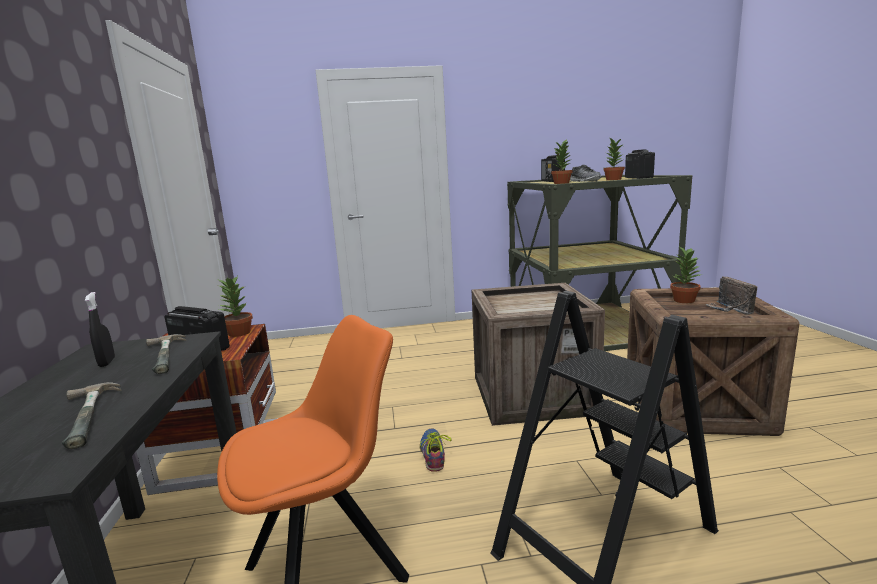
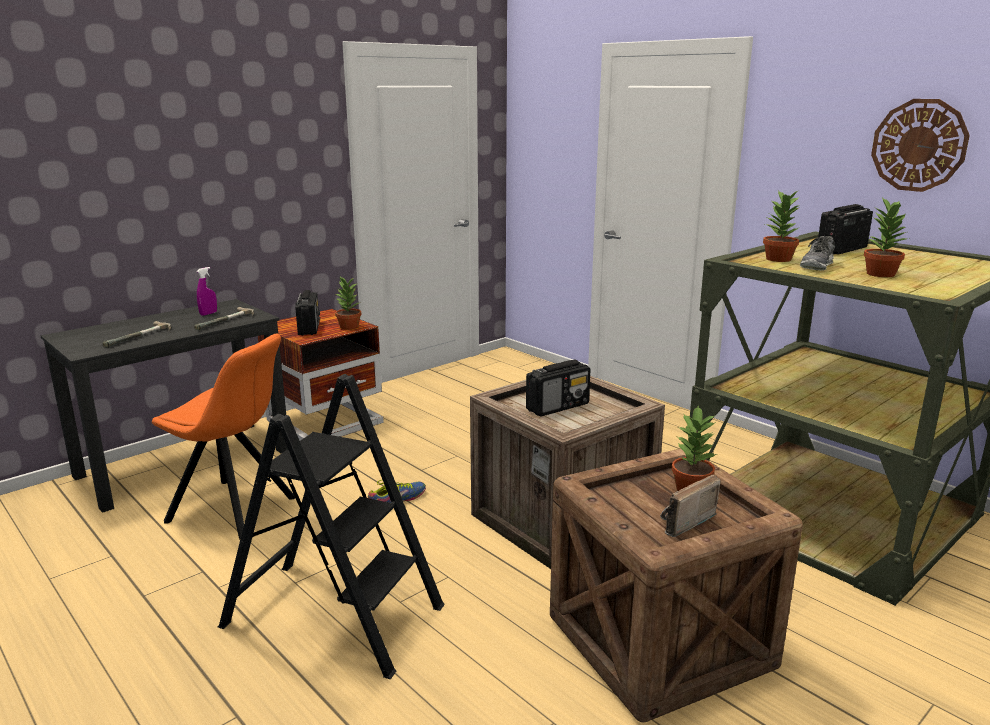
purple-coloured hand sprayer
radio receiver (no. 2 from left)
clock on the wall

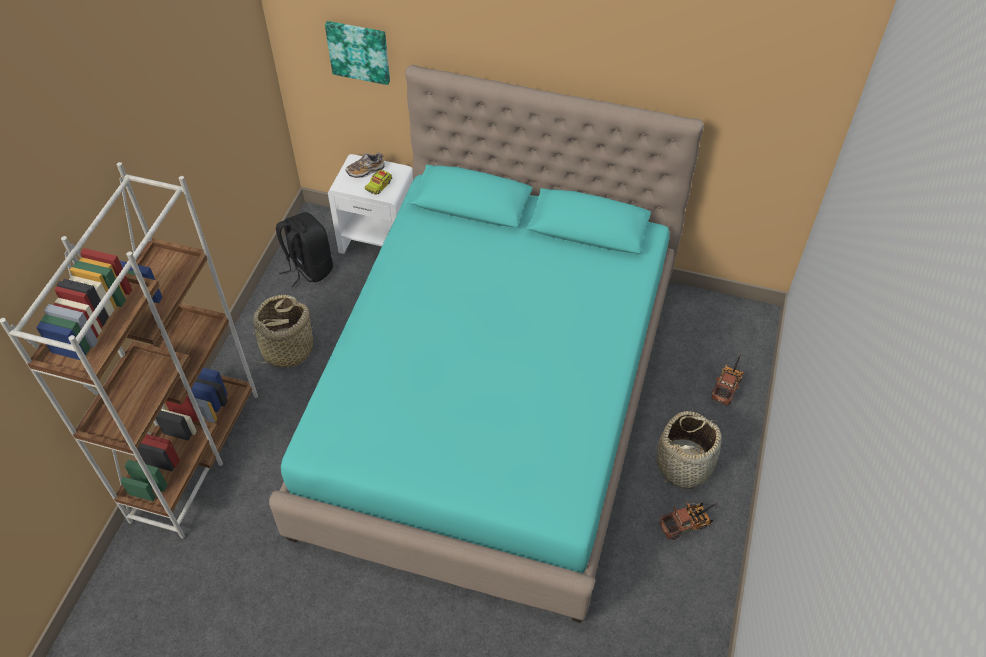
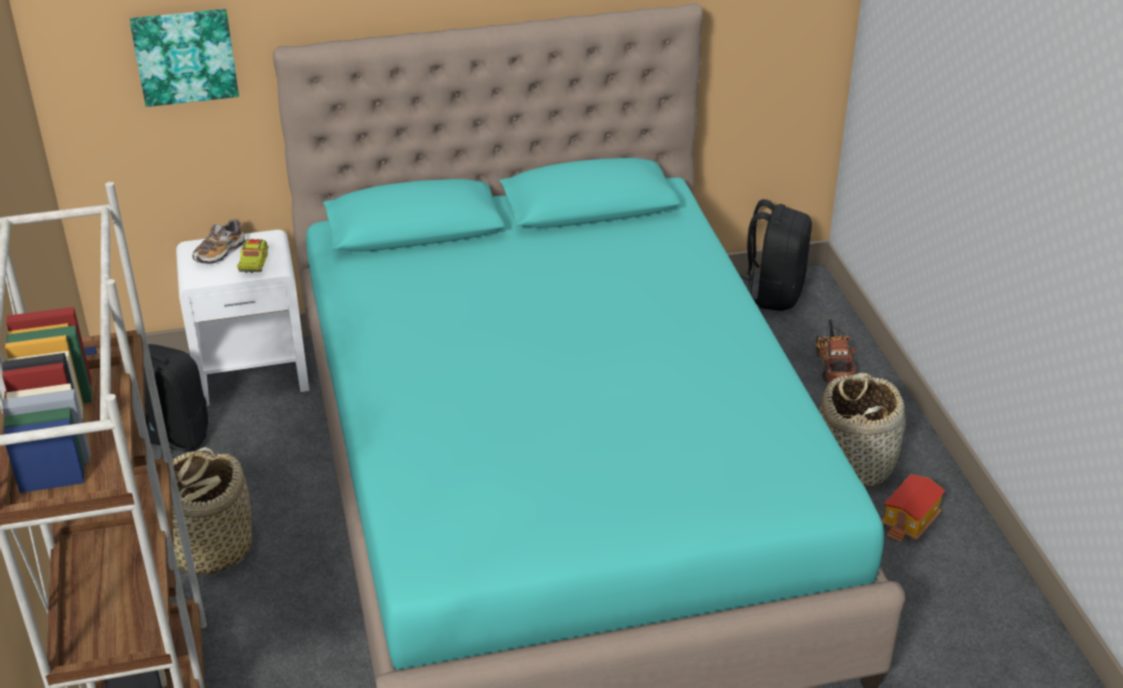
black-coloured knapsack (no. 2 from left)
model house

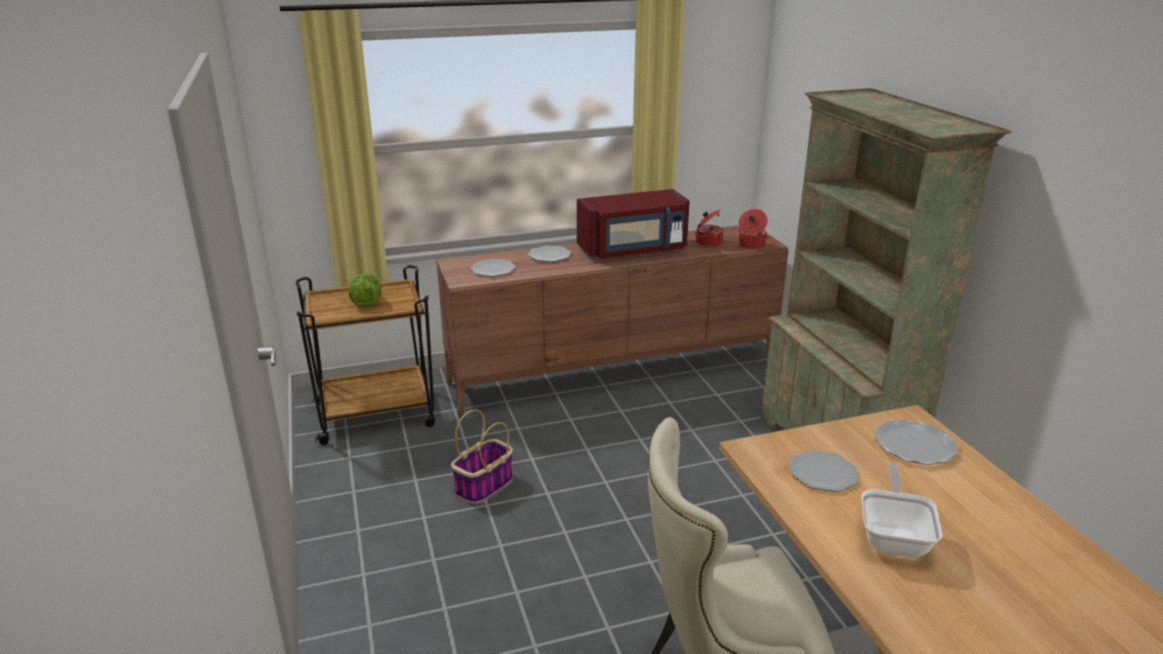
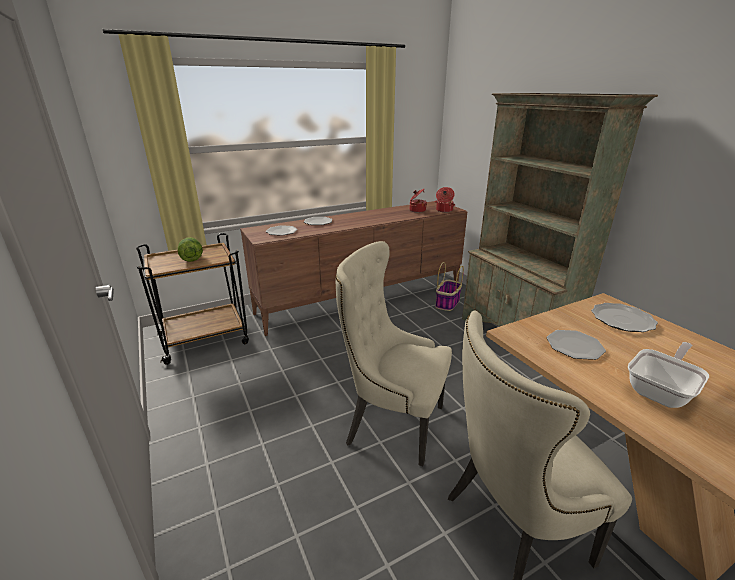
beige chair (no. 1 from left)
basket
frying pan
red-coloured microwave

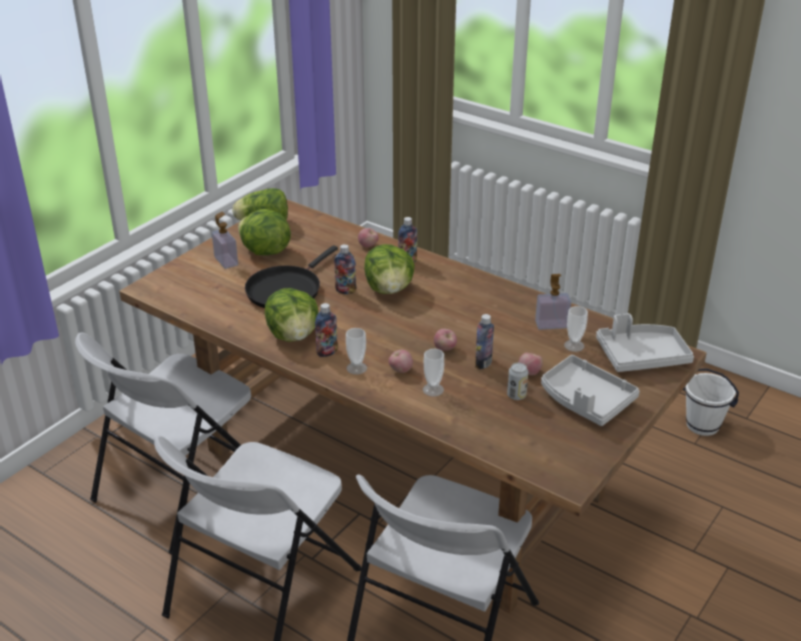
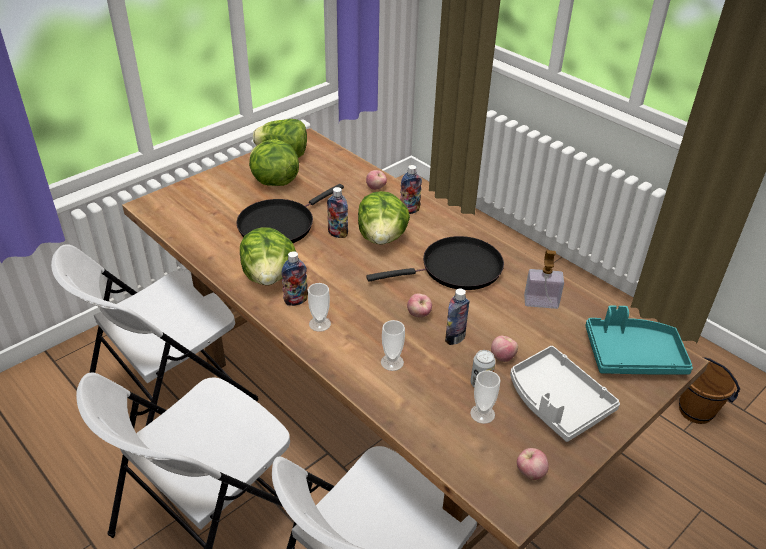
black-coloured frying pan (no. 2 from left)
small cup (no. 3 from left)
whole apple (no. 4 from left)
turquoise-coloured carrying tray
brown-coloured water bucket
soap dispenser (no. 1 from left in the first image)

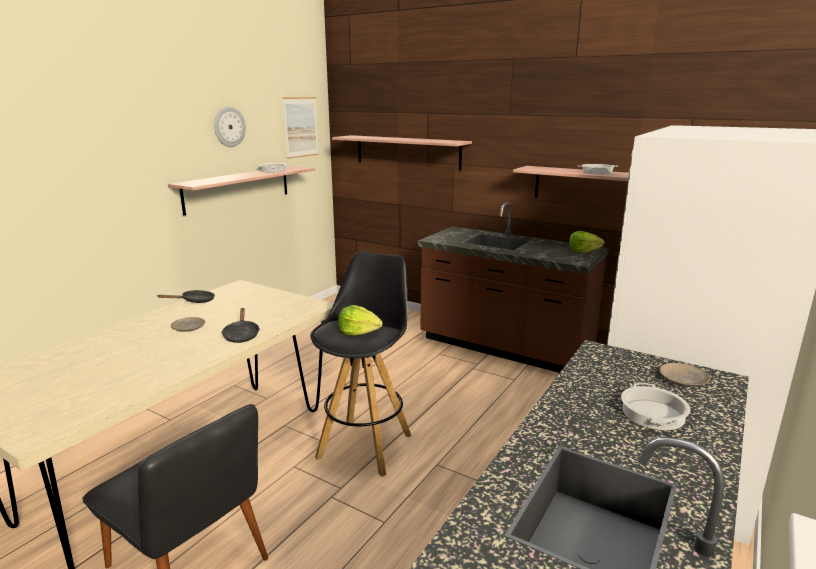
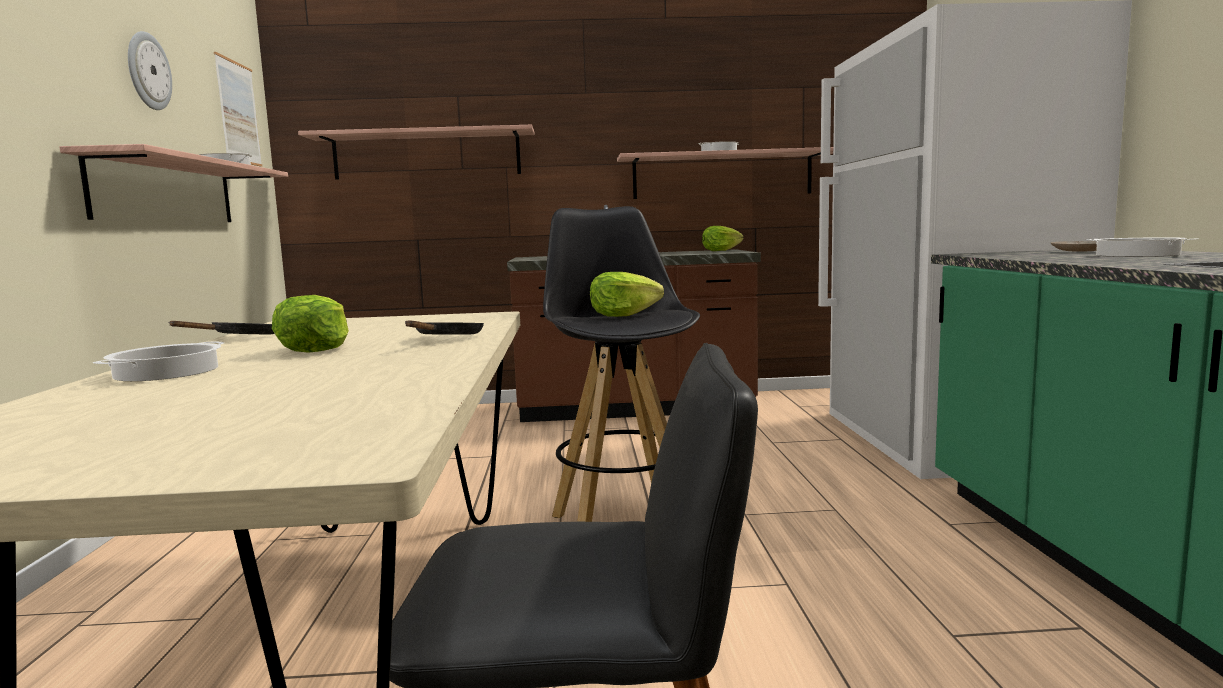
saucepot (no. 1 from left)
lettuce head (no. 1 from left)
black-coloured frying pan (no. 2 from left)

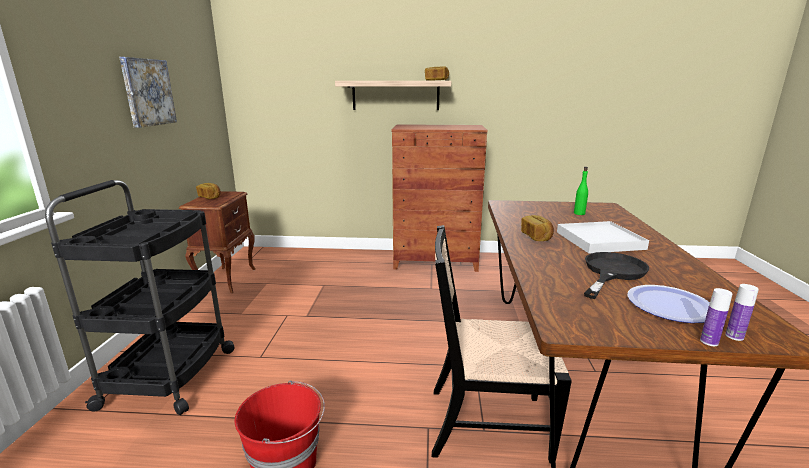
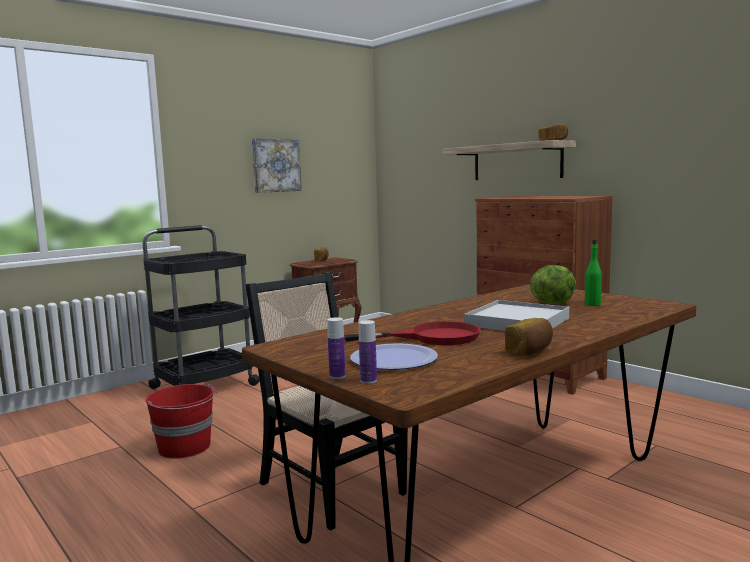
red-coloured frying pan
bread (no. 2 from left)
lettuce head

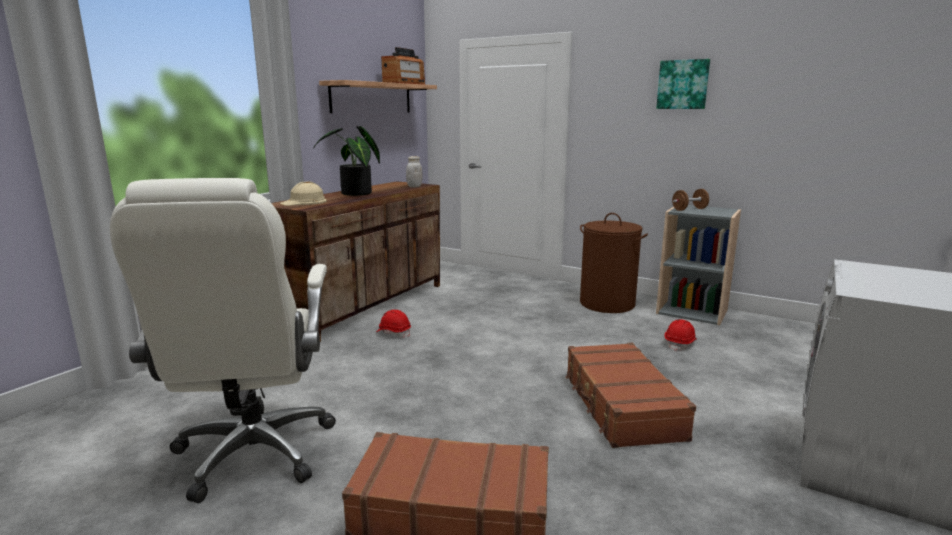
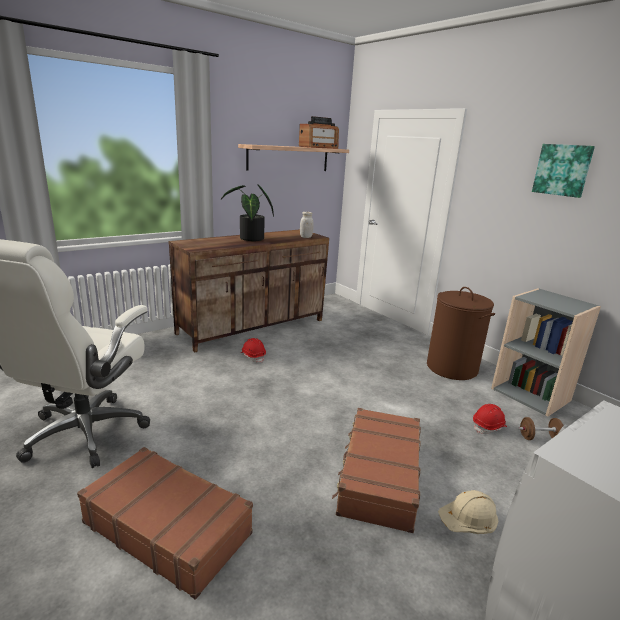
beige safety helmet
brown-coloured hand weight

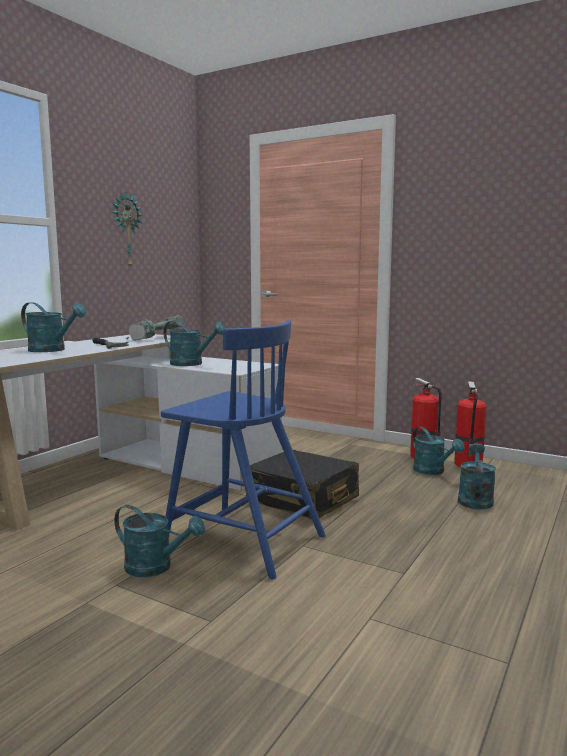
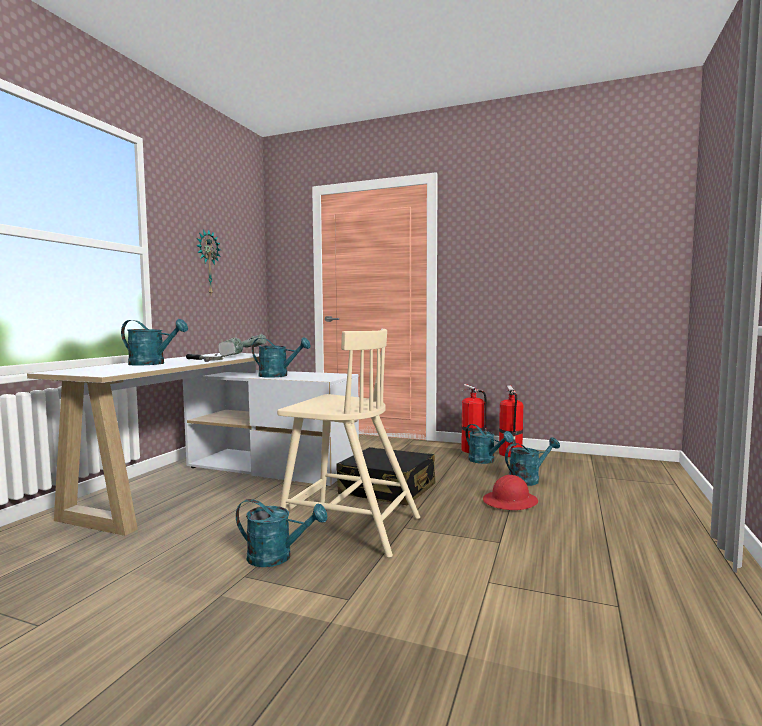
beige chair
red-coloured safety helmet
turquoise-coloured sprinkling can (no. 5 from left)

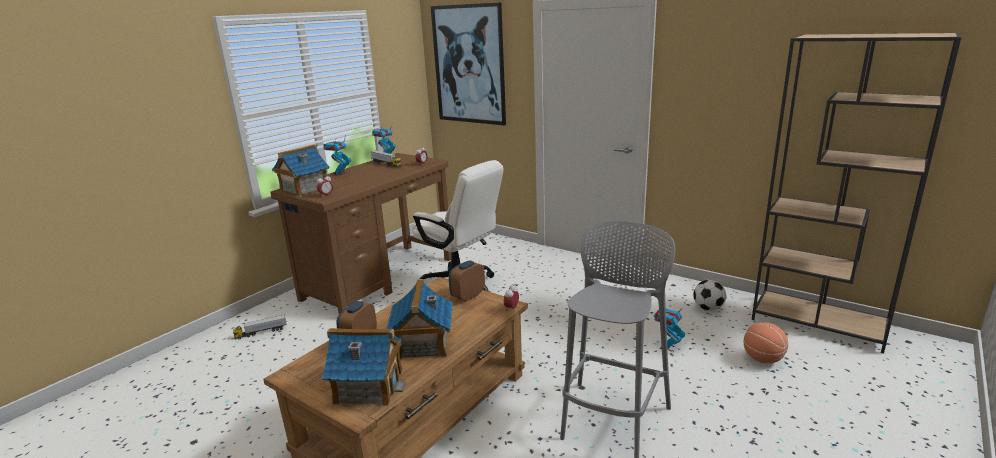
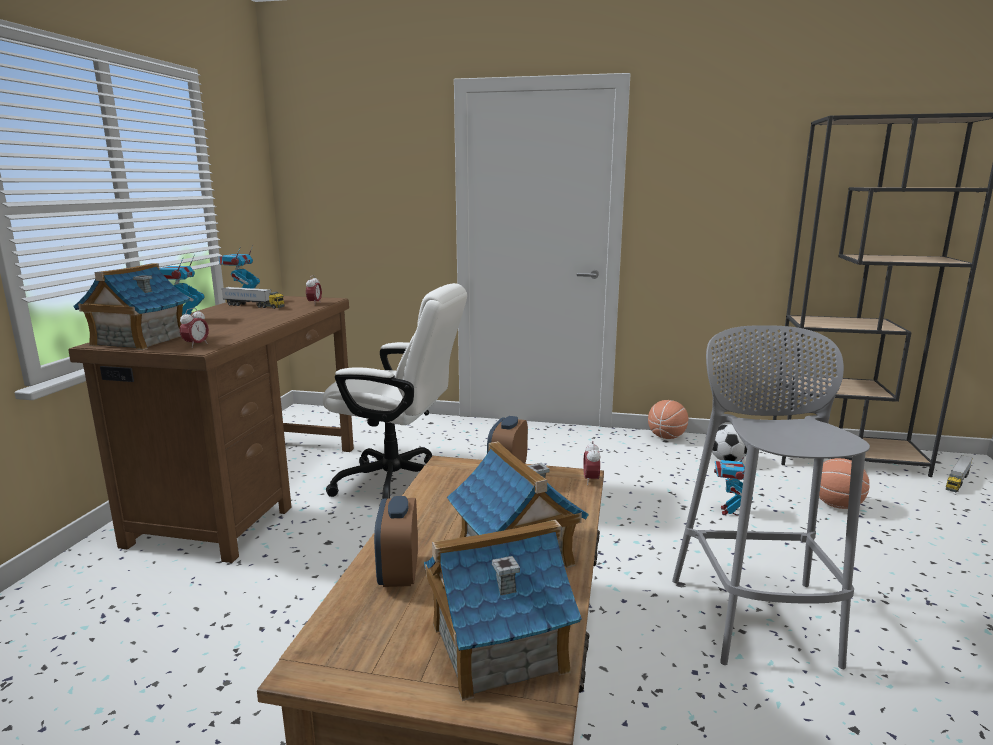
ball for basketball (no. 1 from left)
toy truck (no. 2 from left)
wall picture

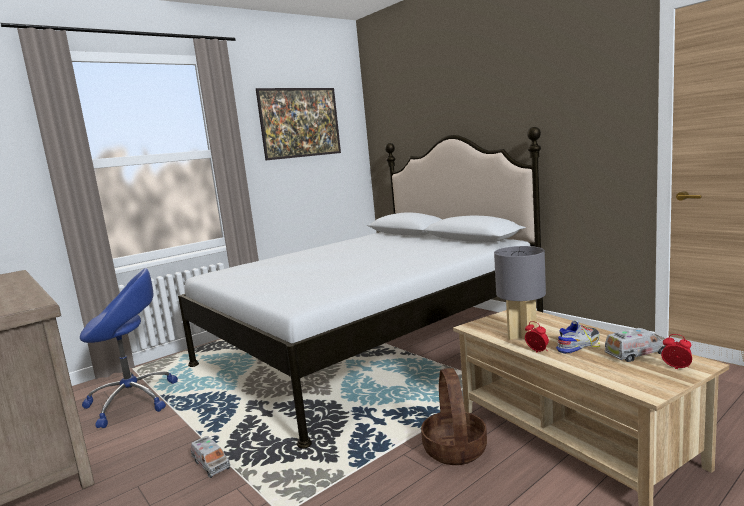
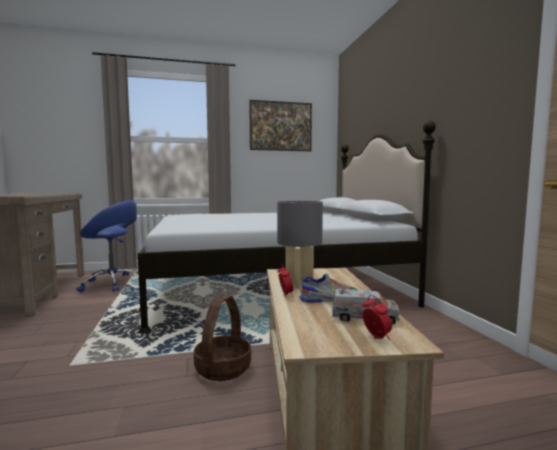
toy truck (no. 1 from left in the first image)

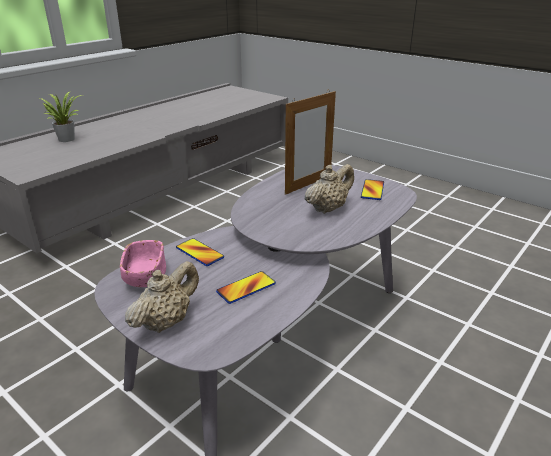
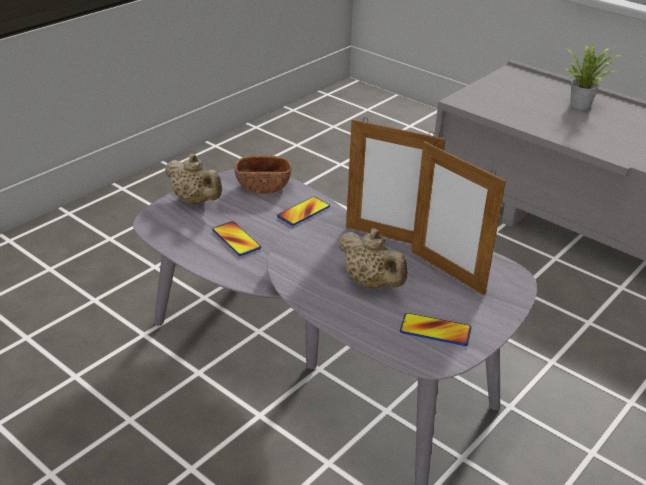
brown-coloured serving bowl
standing frame (no. 1 from left)

